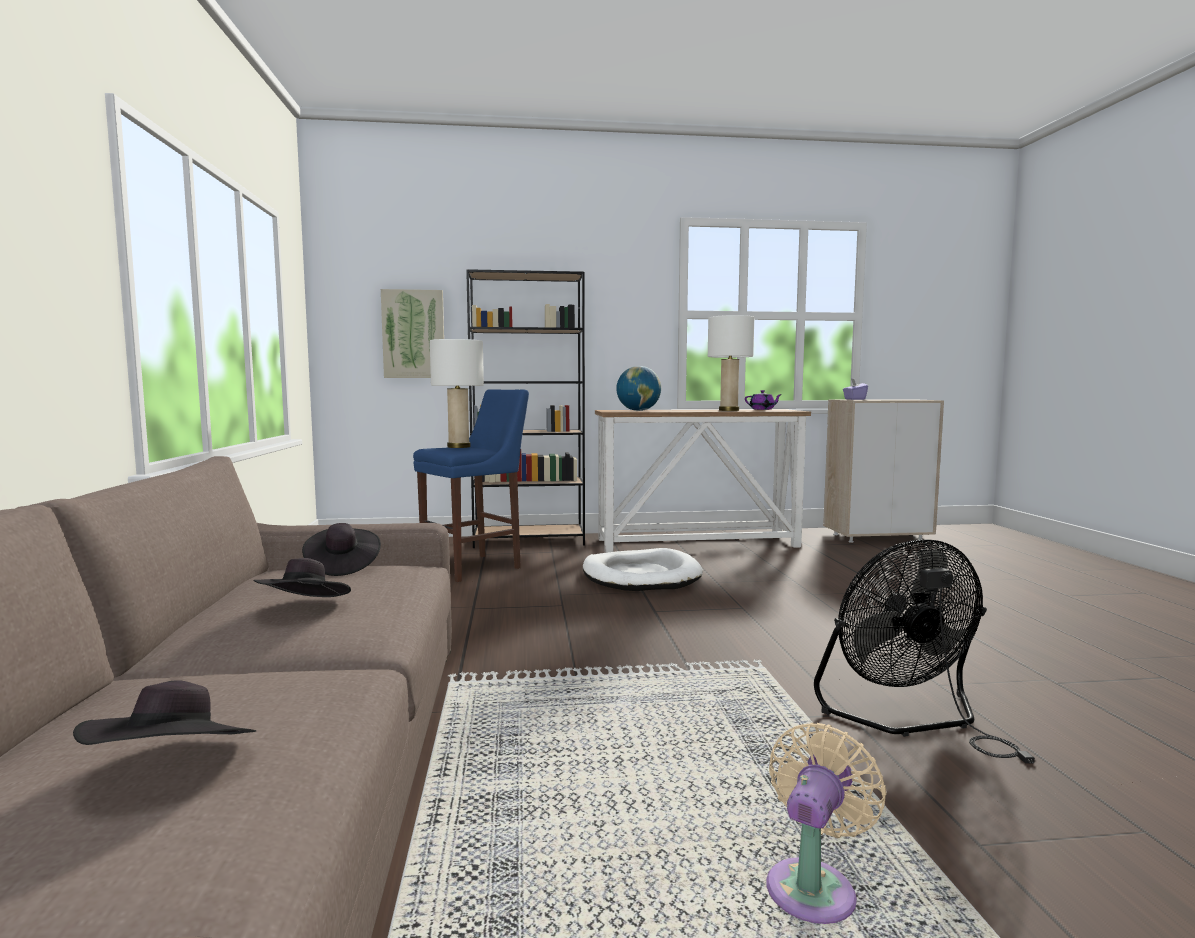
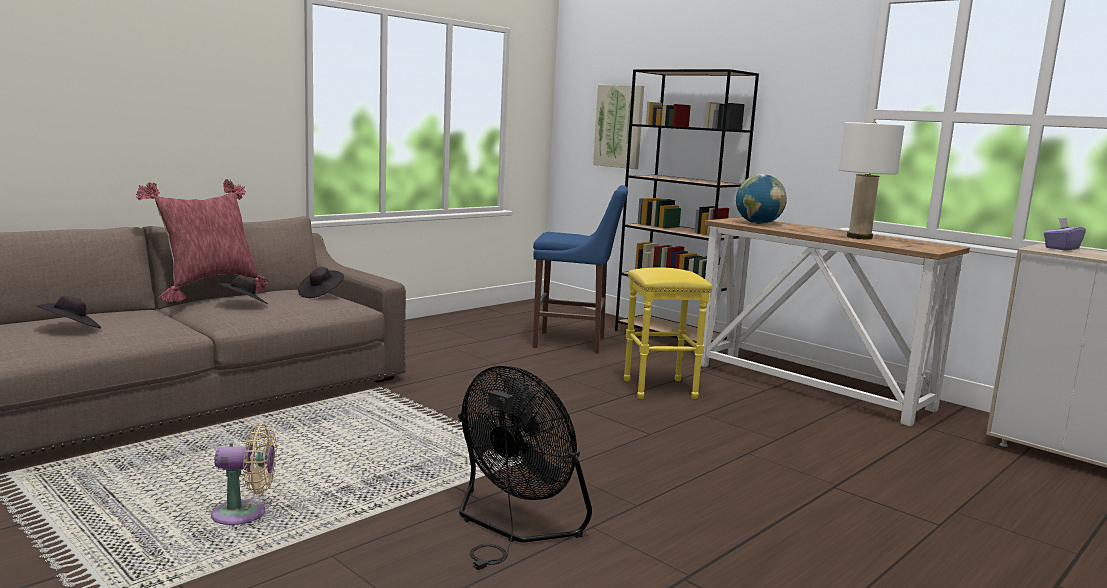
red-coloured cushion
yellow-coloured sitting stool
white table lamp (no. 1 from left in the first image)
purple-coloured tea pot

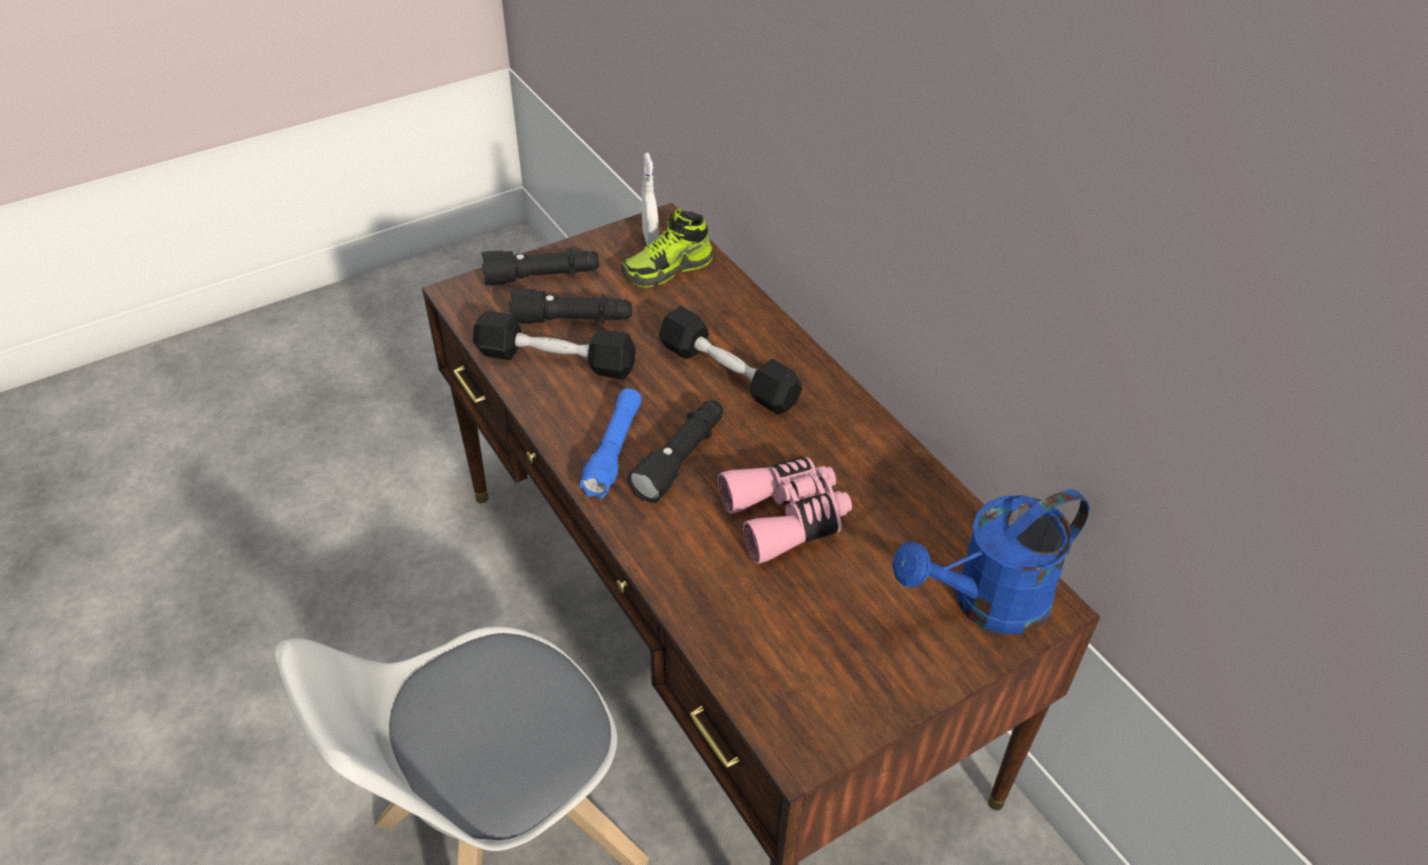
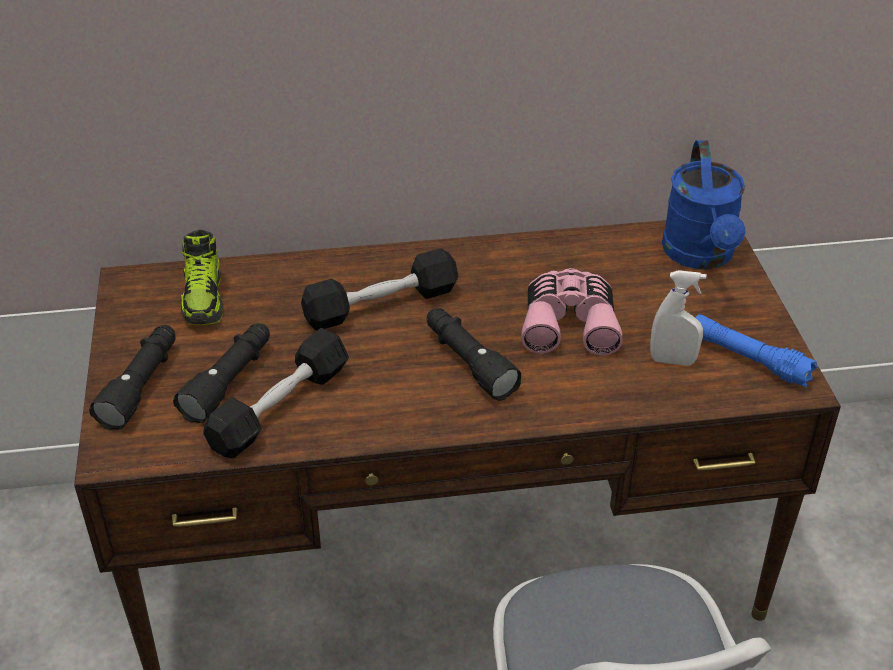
white hand sprayer
blue hand torch

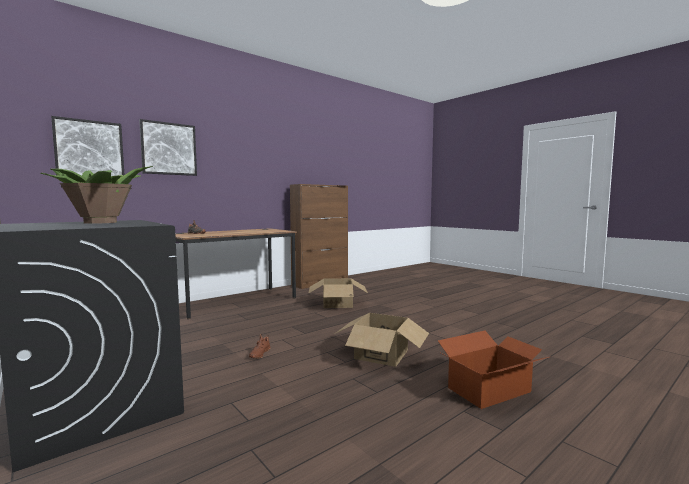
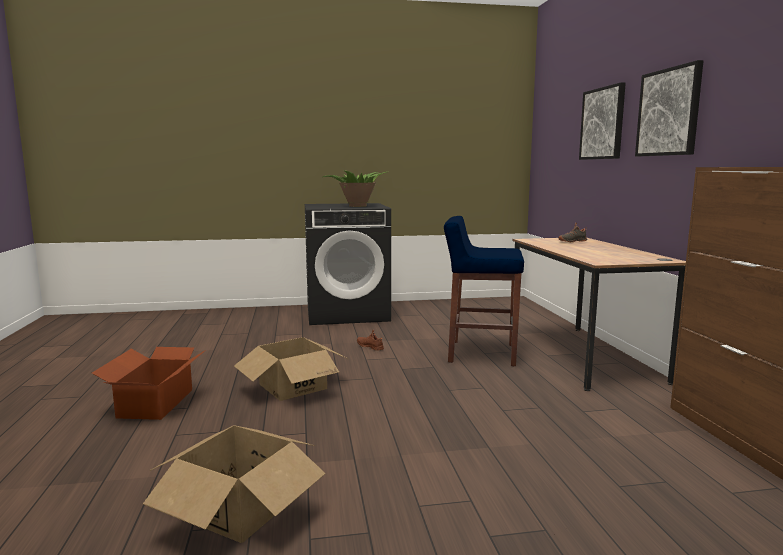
cardboard box (no. 2 from left)
blue sitting stool
wall picture (no. 2 from left)

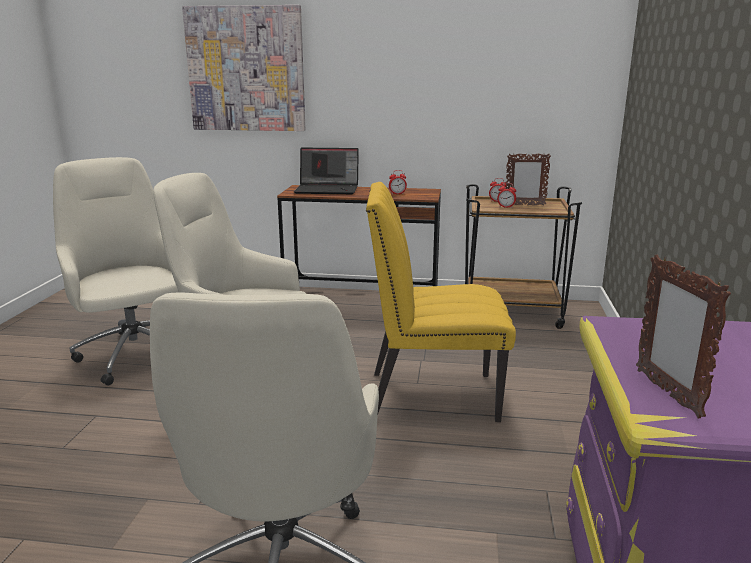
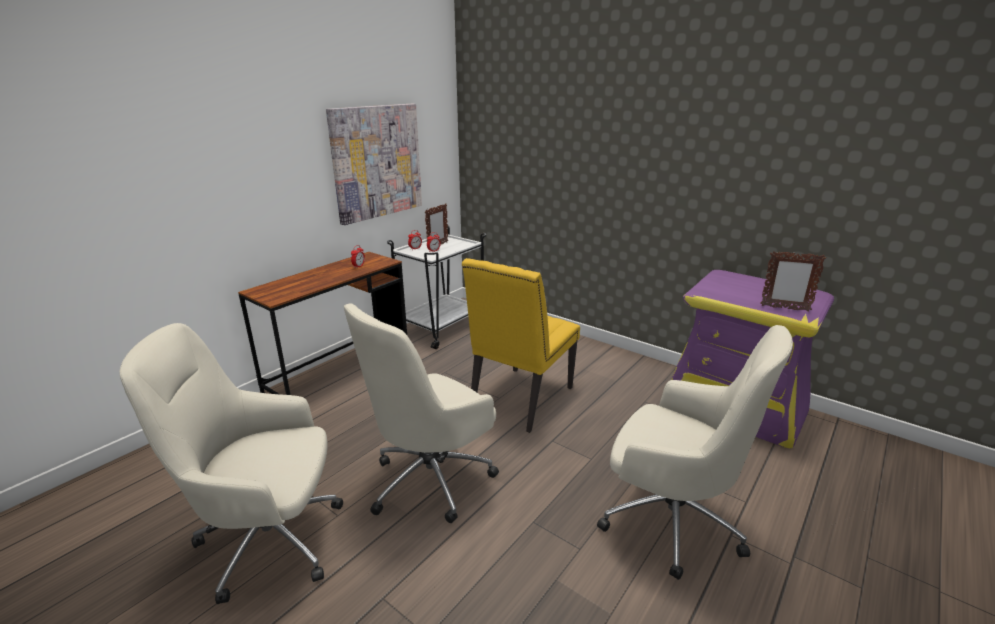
wall picture
white wheeled cart
portable computer

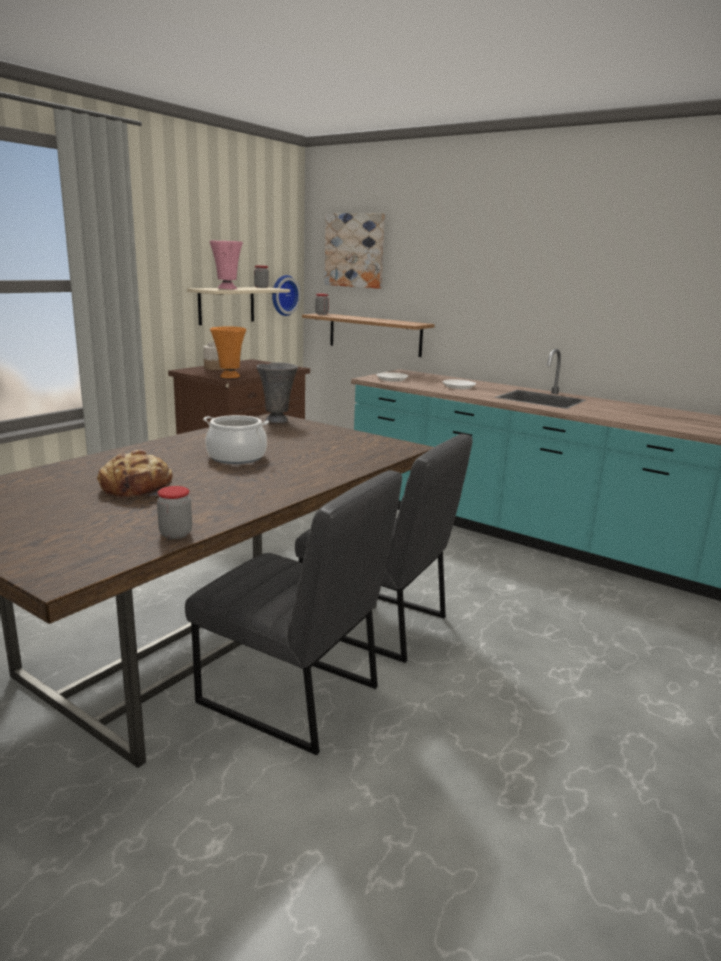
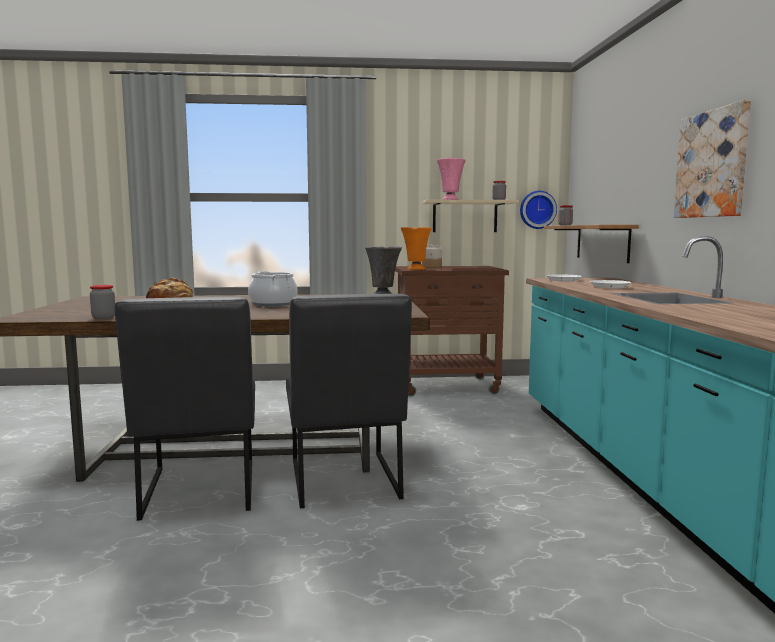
wall picture

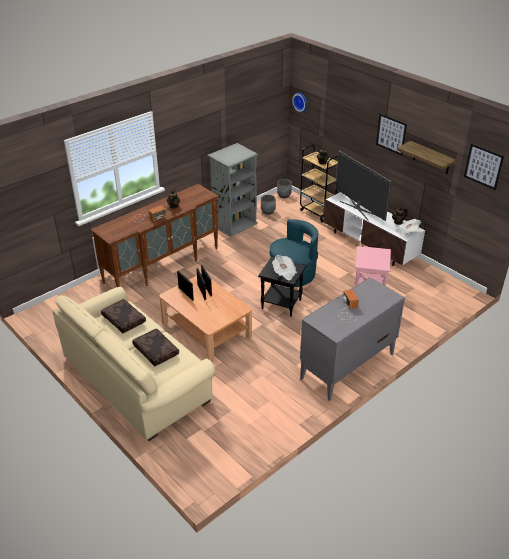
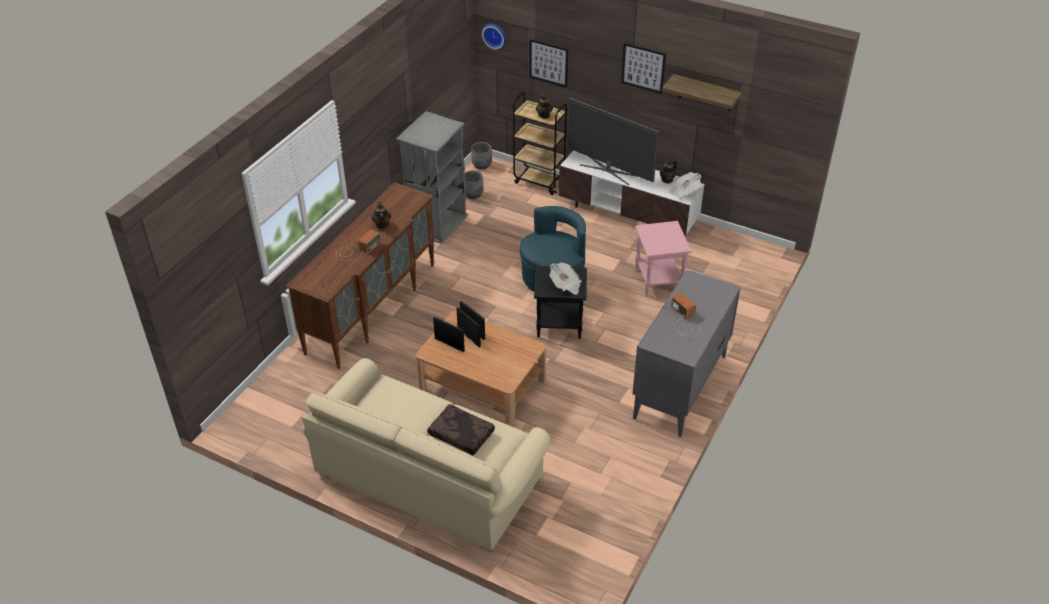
wall picture (no. 1 from left)
brown-coloured cushion (no. 1 from left in the first image)

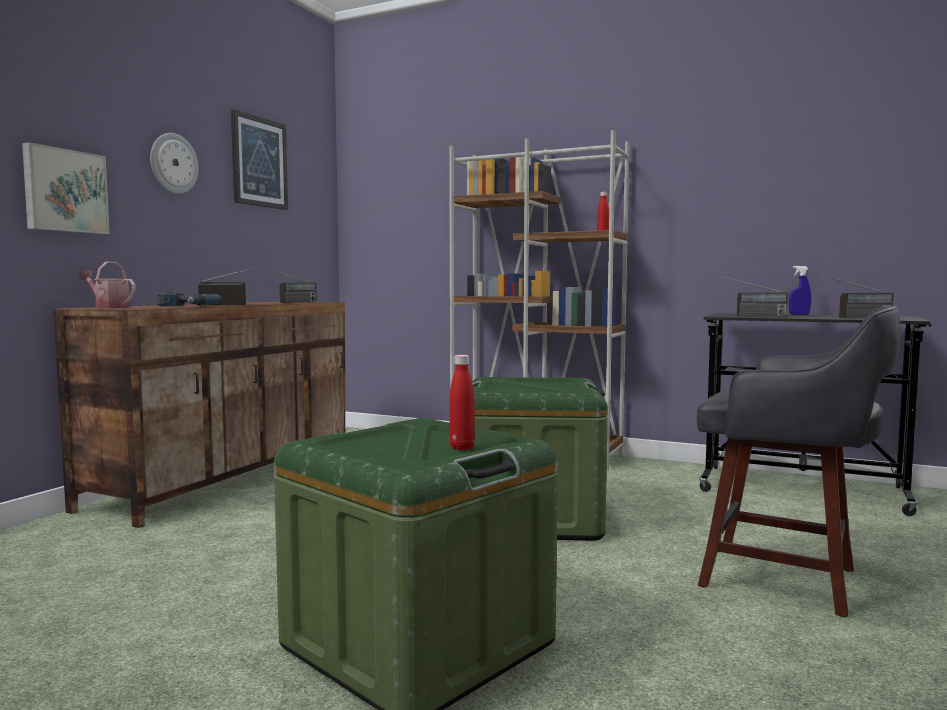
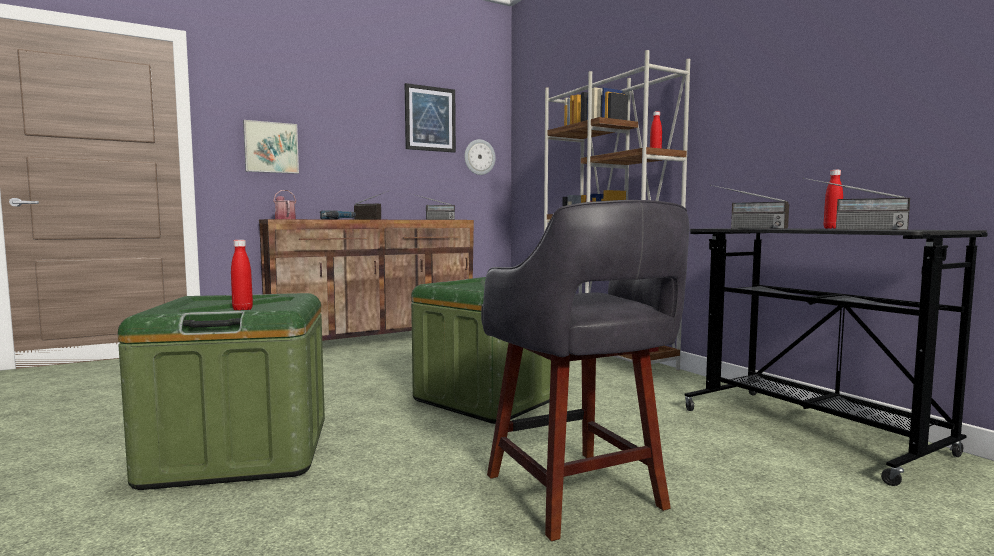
clock on the wall
red-coloured drink bottle (no. 3 from left)

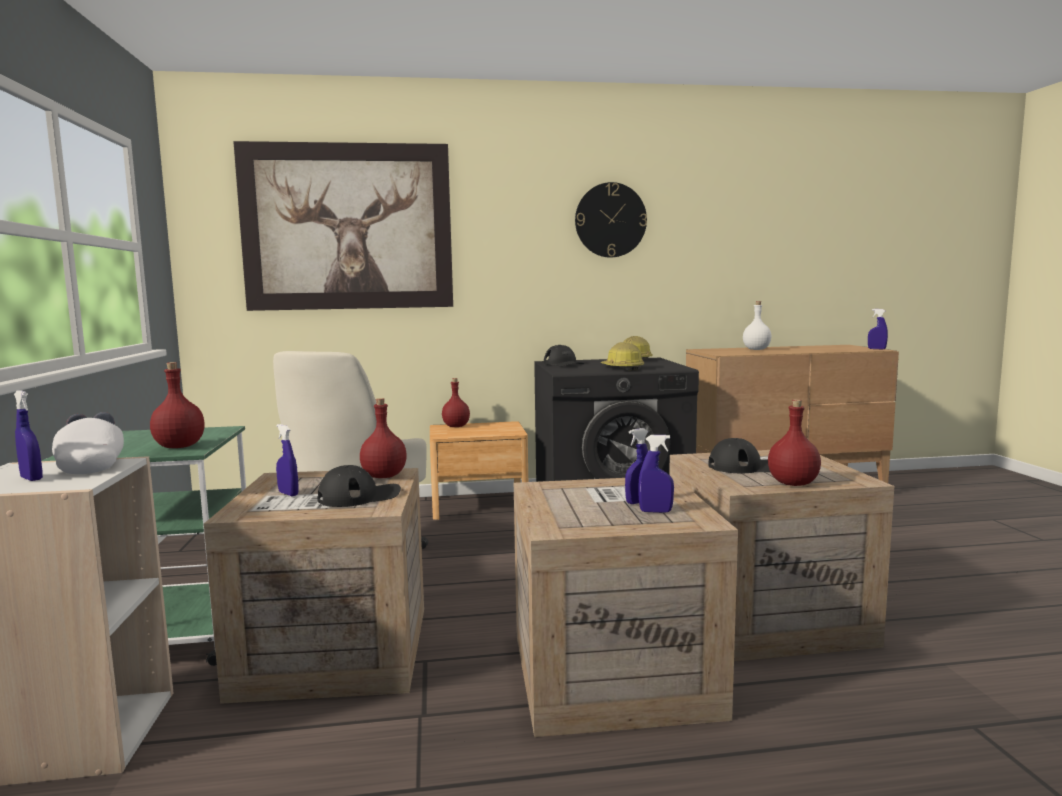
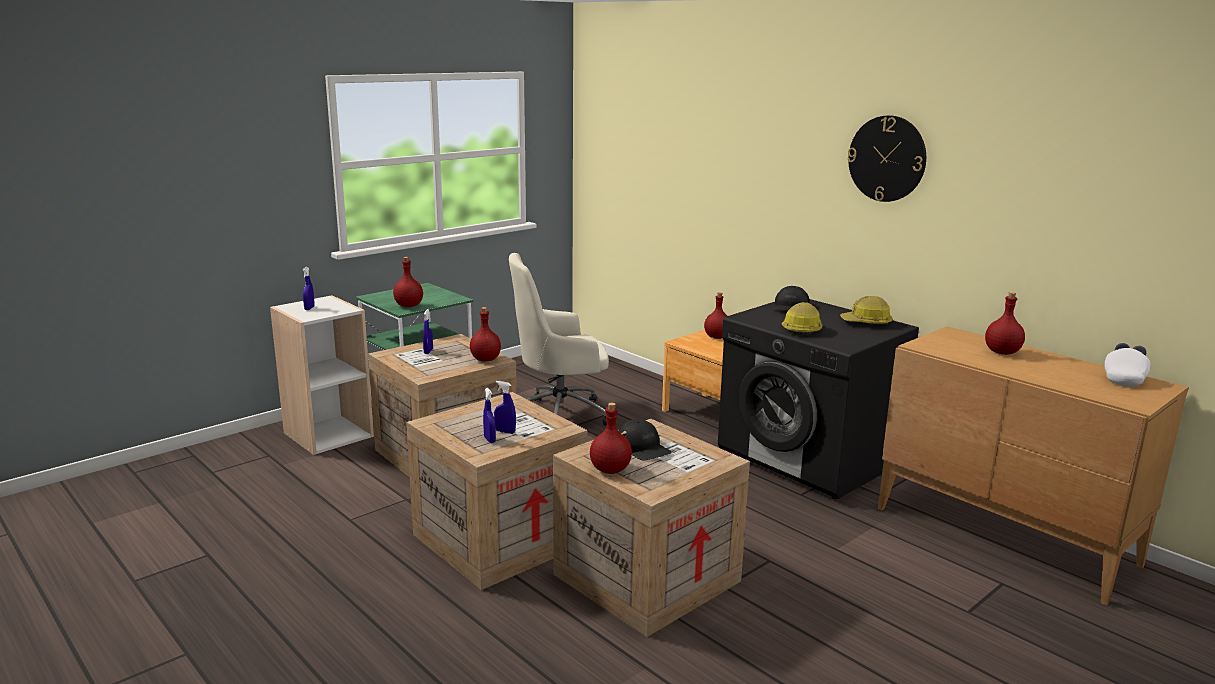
red-coloured drink bottle (no. 5 from left)
white cap
wall picture
black-coloured cap (no. 1 from left in the first image)
blue hand sprayer (no. 5 from left in the first image)

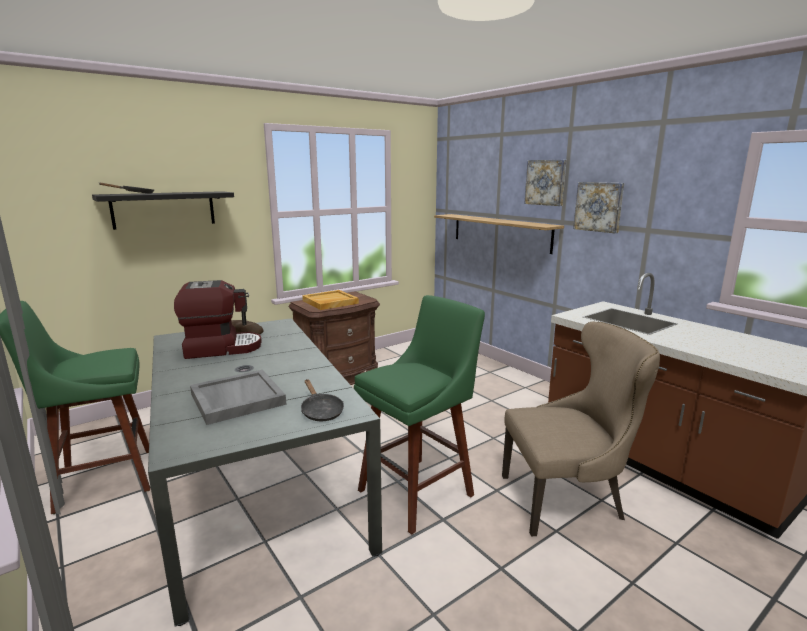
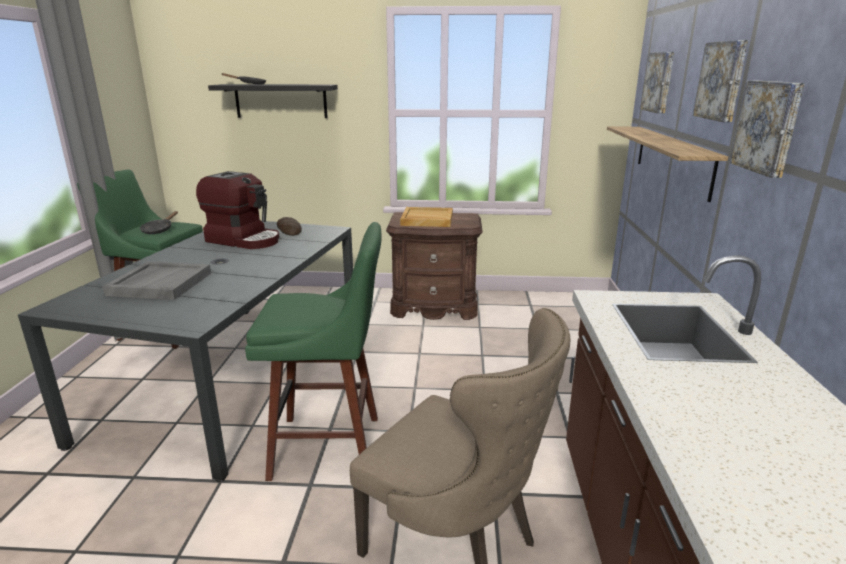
black-coloured frying pan (no. 1 from left)
wall picture (no. 1 from left)

